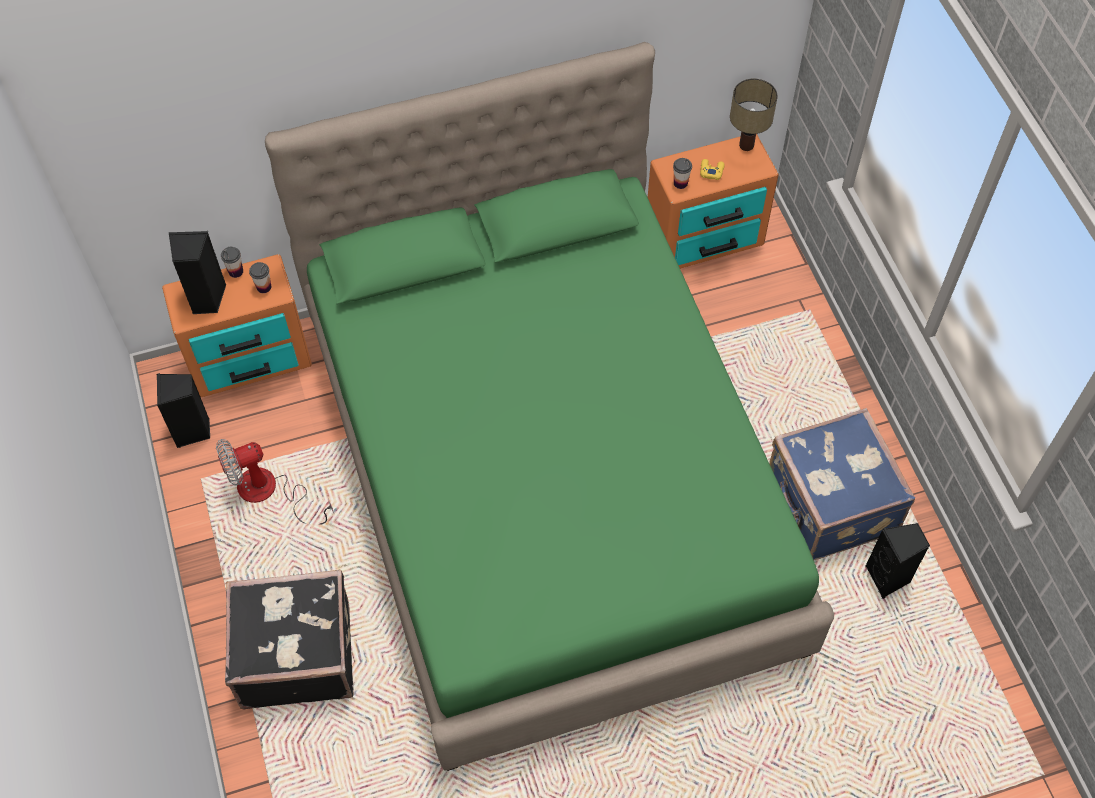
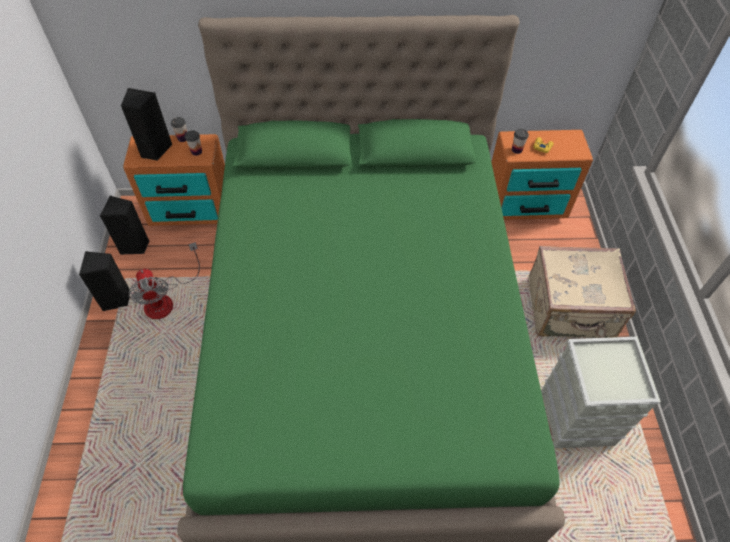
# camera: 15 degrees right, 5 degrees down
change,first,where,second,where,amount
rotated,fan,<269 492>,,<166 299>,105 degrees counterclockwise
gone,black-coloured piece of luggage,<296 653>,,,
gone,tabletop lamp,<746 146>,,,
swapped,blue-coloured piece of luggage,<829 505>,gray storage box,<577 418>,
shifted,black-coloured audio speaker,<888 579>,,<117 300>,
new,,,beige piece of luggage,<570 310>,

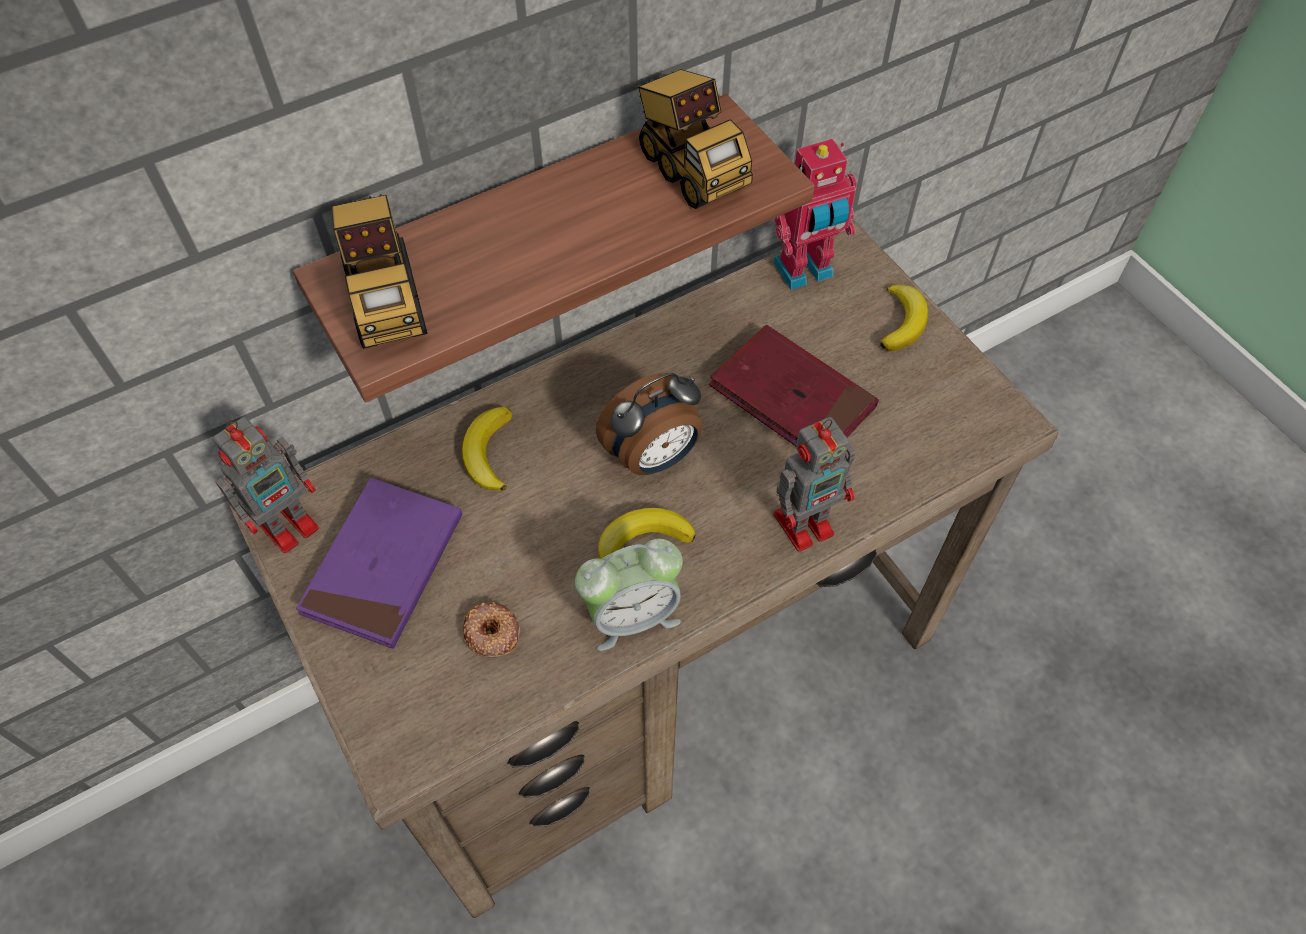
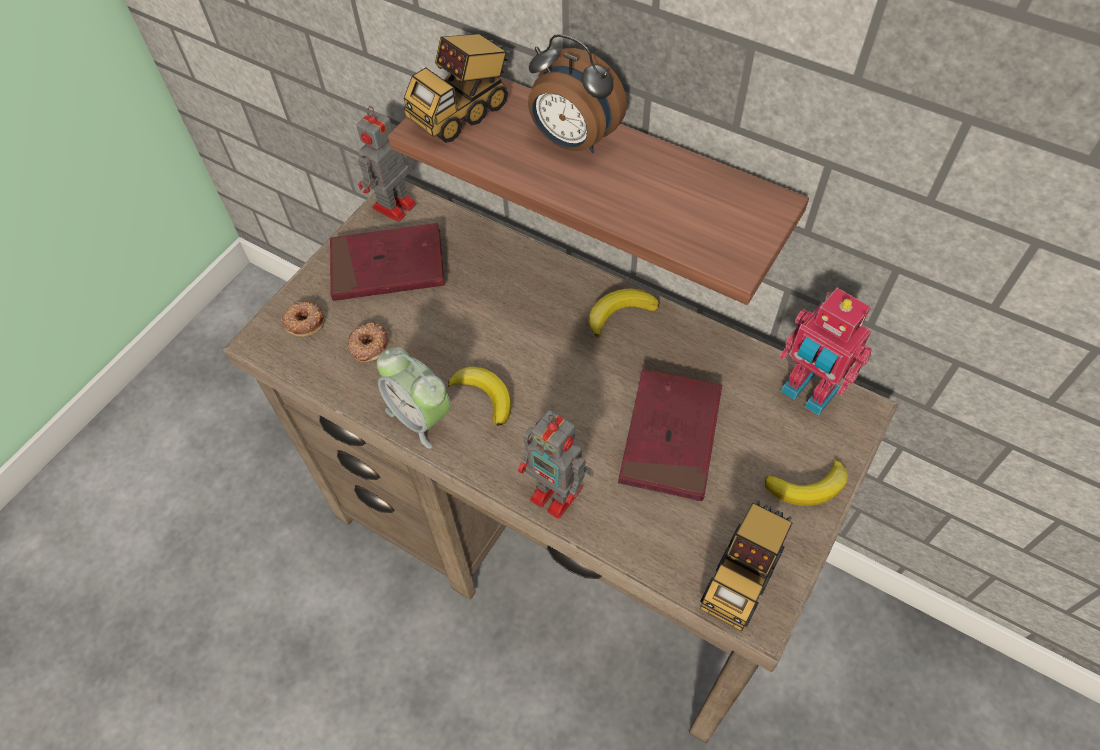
# camera: 65 degrees right, 0 degrees up
change,first,where,second,where,amount
rotated,model robot,<290 523>,,<393 207>,105 degrees clockwise
repainted,purple book,<384 565>,red book,<388 266>,
shifted,banana fruit,<488 453>,,<619 313>,
shifted,bedside clock,<654 458>,,<573 142>,
shifted,toy lorry,<690 169>,,<741 576>,
new,,,doughnut,<304 321>,

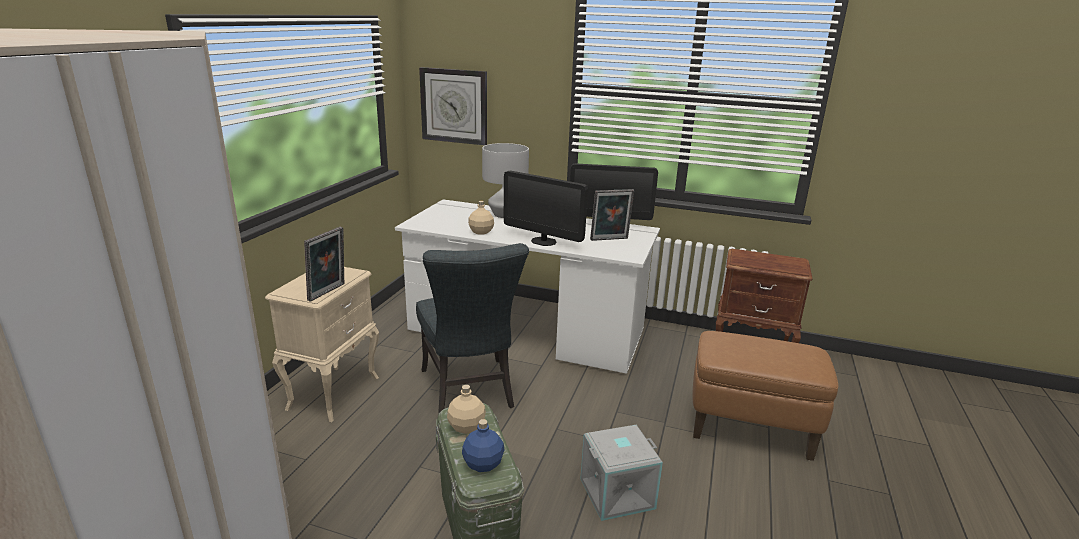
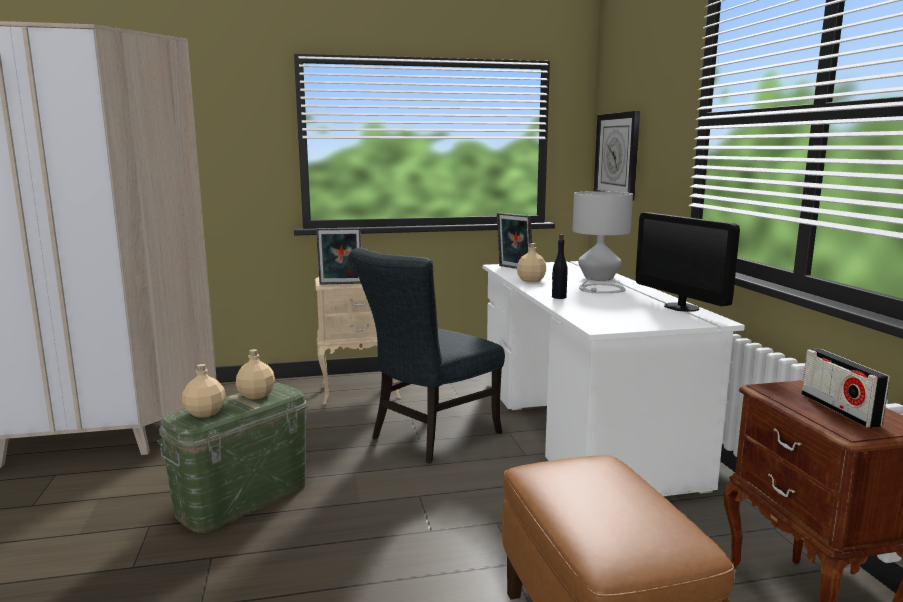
# camera: 60 degrees right, 10 degrees down
change,first,where,second,where,amount
repainted,blue-coloured drink bottle,<483 464>,beige drink bottle,<204 413>,
swapped,computer screen,<543 241>,black-coloured drink bottle,<558 297>,
gone,gray storage box,<617 492>,,,
shifted,standing frame,<609 240>,,<513 268>,
new,,,radio set,<839 409>,

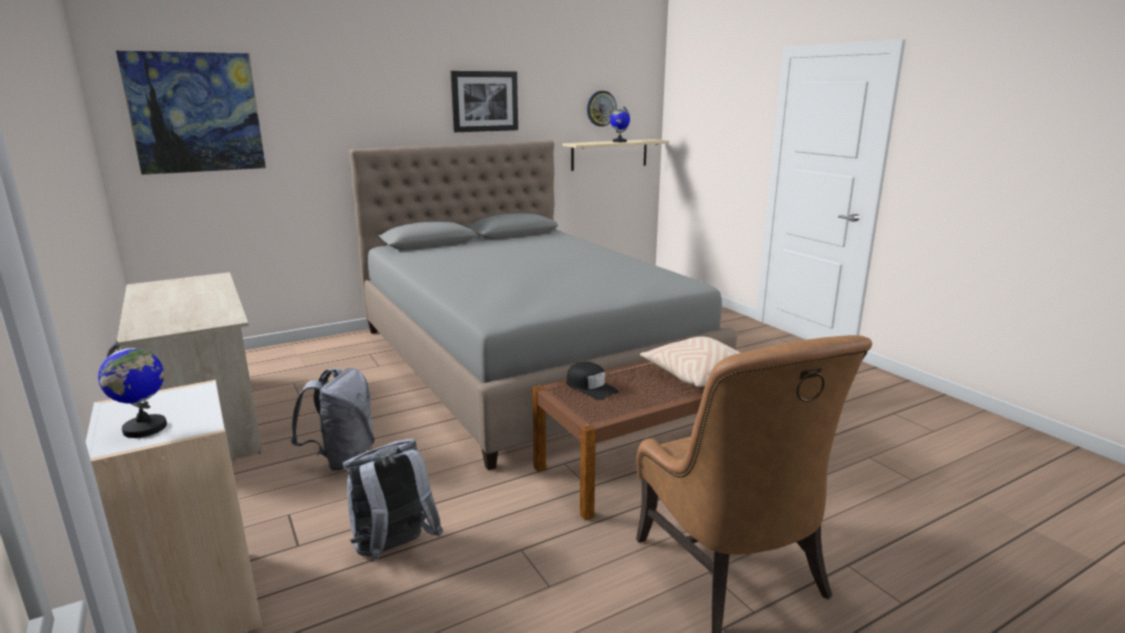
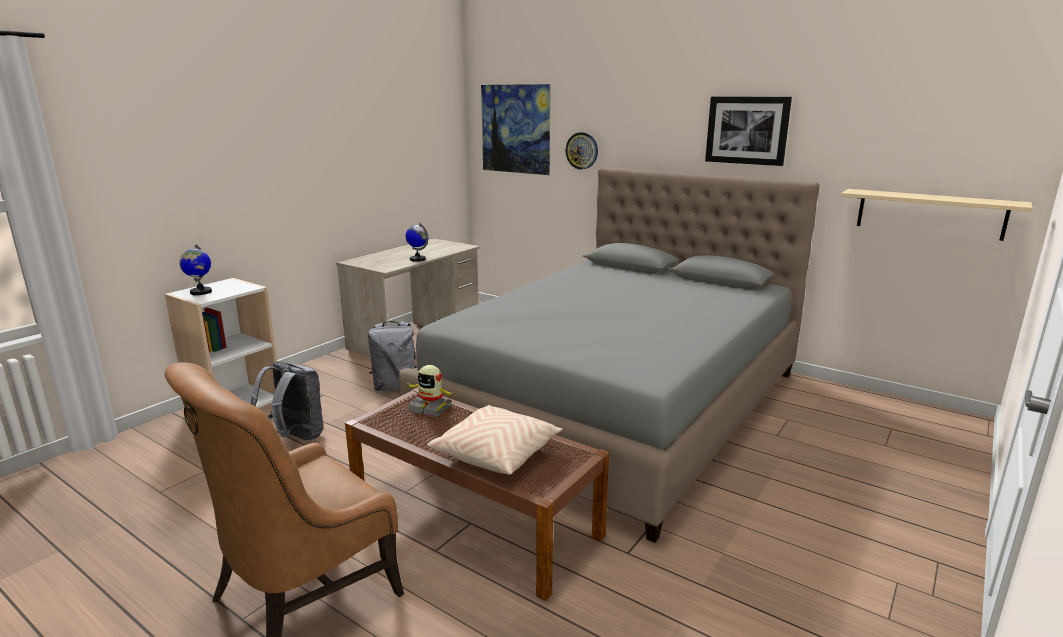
# camera: 65 degrees right, 0 degrees up
change,first,where,second,where,amount
swapped,black-coloured peaked cap,<590 387>,model robot,<430 408>,
shifted,hanging clock,<601 108>,,<582 150>,
shifted,world globe,<619 141>,,<417 259>,

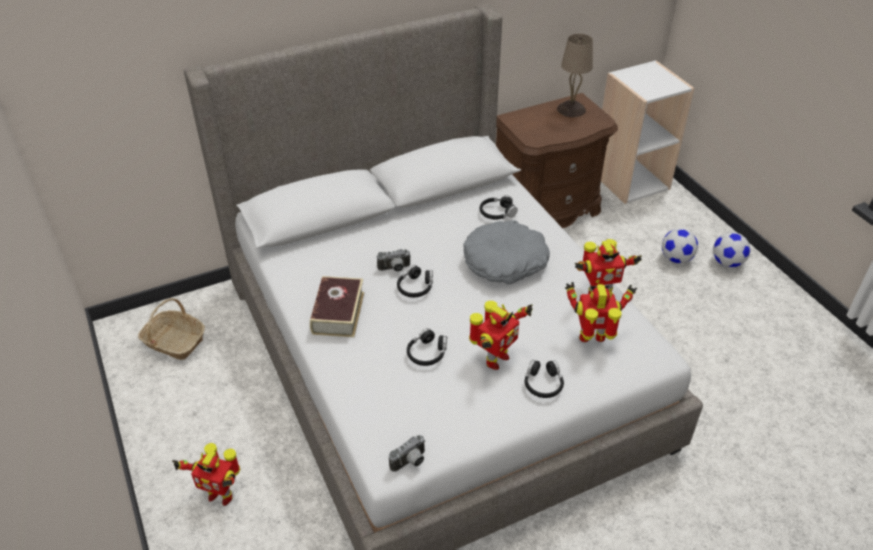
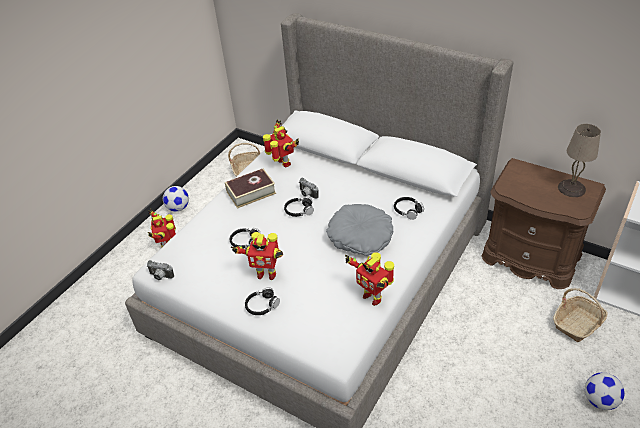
# camera: 60 degrees right, 0 degrees up
change,first,where,second,where,amount
shifted,model robot,<593 339>,,<283 163>,
shifted,football,<676 258>,,<178 208>,
new,,,storage basket,<577 323>,

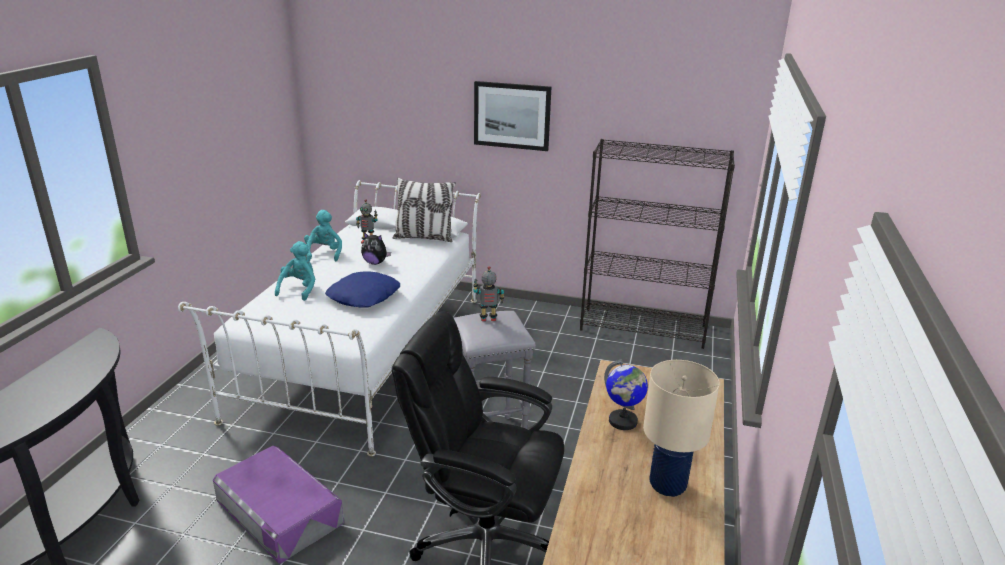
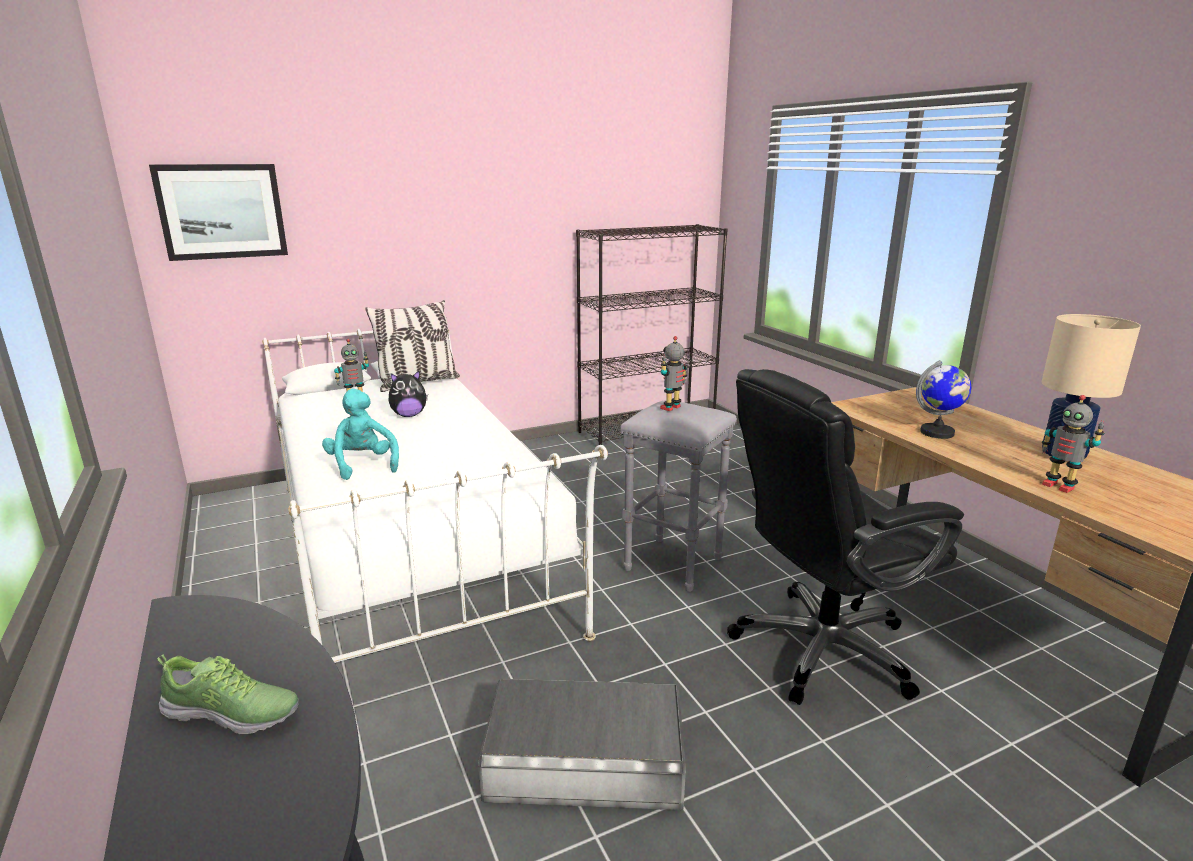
# camera: 40 degrees left, 5 degrees down
change,first,where,second,where,amount
repainted,purple storage box,<278 511>,gray storage box,<585 758>,
gone,turquoise cuddly toy,<324 253>,,,
gone,blue-coloured pillow,<364 296>,,,
shifted,wall art,<512 115>,,<222 211>,
new,,,shoe,<233 713>,
new,,,model robot,<1059 486>,

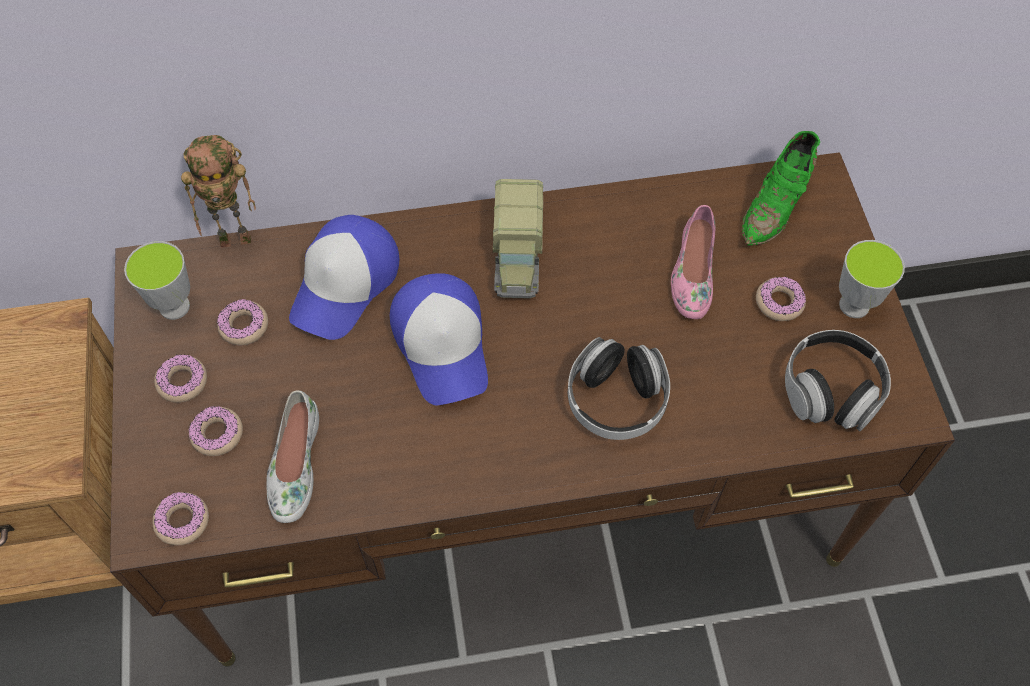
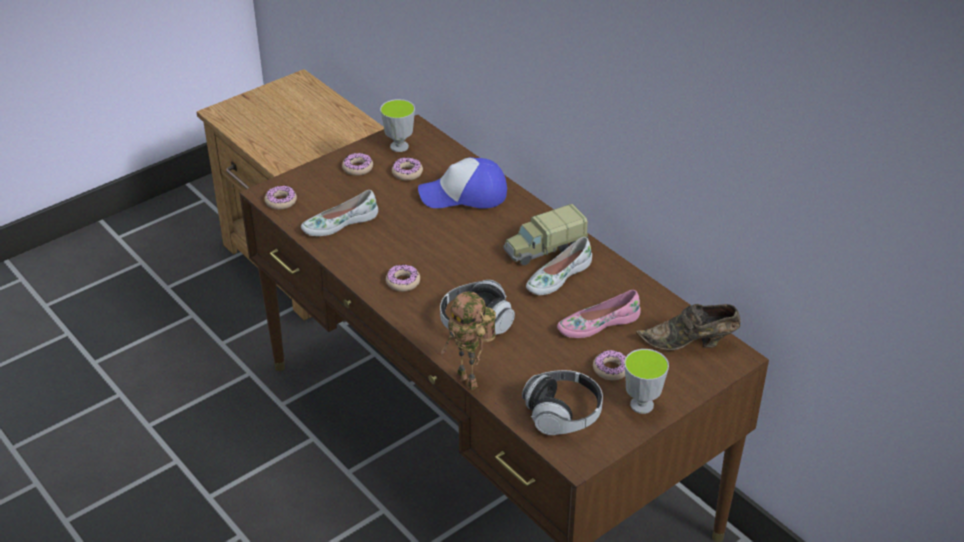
# camera: 60 degrees right, 20 degrees down
change,first,where,second,where,amount
shifted,model robot,<237 237>,,<470 381>,
shifted,doughnut,<217 434>,,<403 282>,
gone,peaked cap,<443 344>,,,
repainted,greenish shoe,<777 205>,brown shoe,<690 343>,
new,,,whitish shoe,<557 276>,

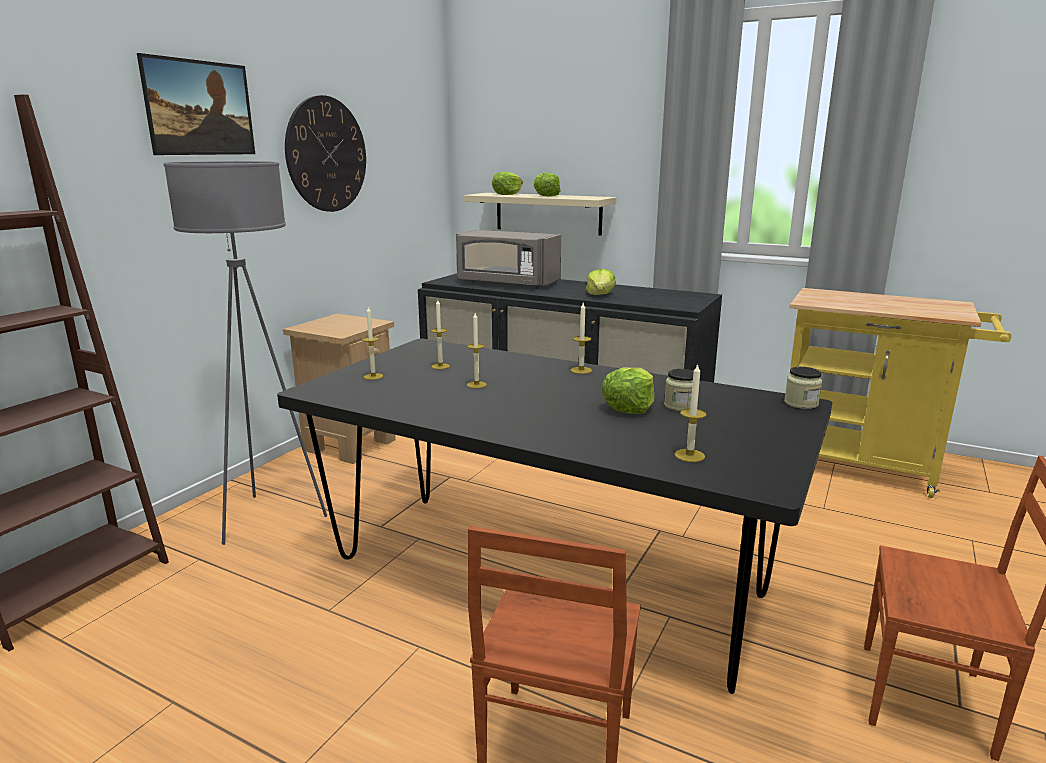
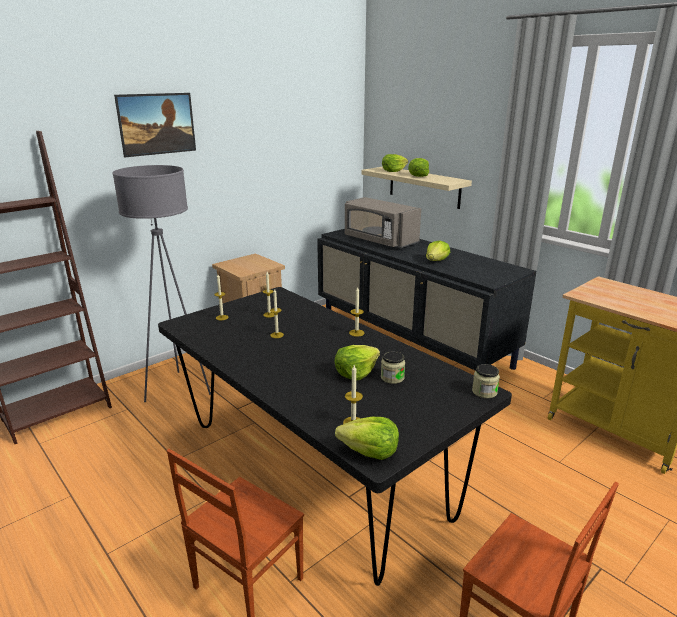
# camera: 20 degrees right, 5 degrees up
change,first,where,second,where,amount
gone,hanging clock,<326 154>,,,
new,,,head of lettuce,<369 452>,

